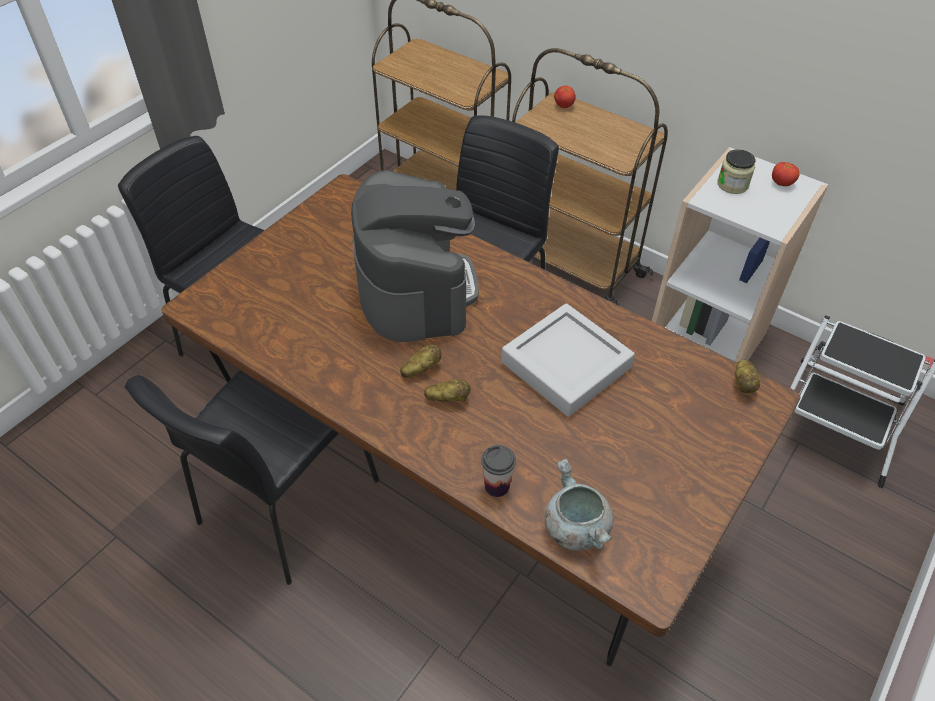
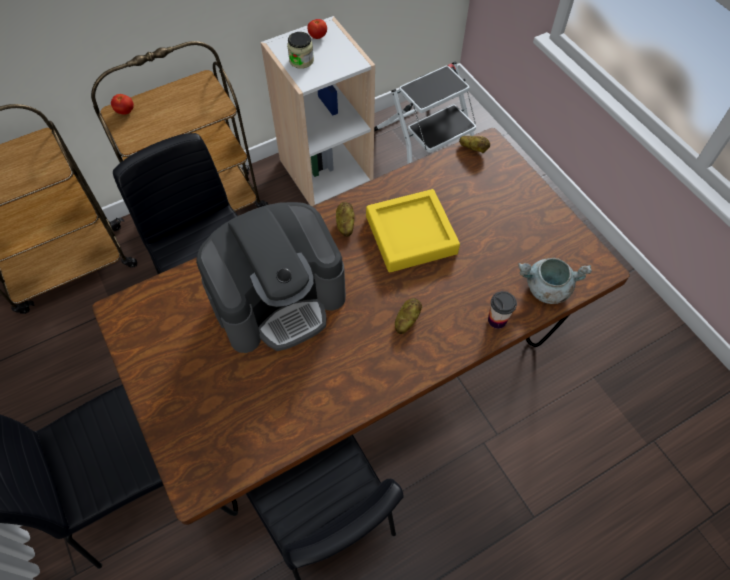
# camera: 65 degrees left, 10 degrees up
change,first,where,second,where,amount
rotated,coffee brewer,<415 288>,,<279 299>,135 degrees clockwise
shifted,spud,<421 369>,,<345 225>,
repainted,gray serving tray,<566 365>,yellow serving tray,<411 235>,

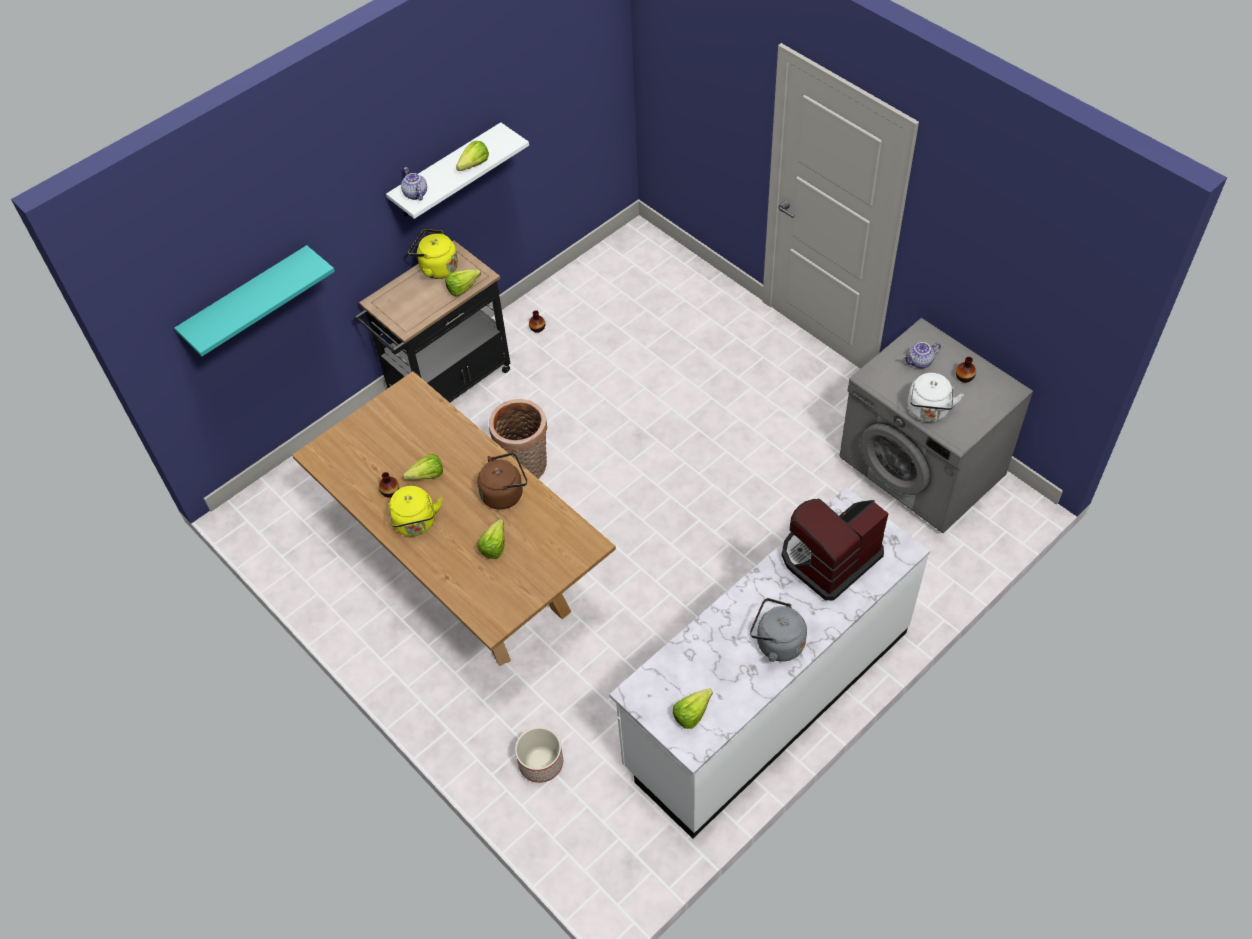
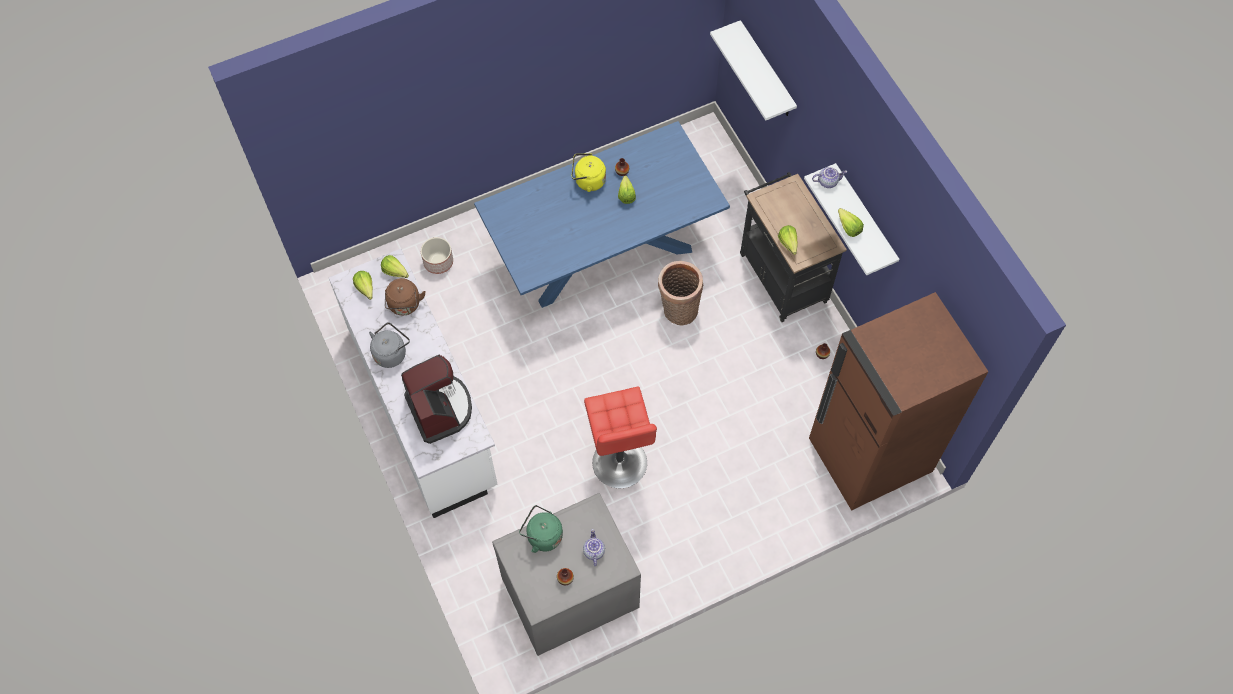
# camera: 105 degrees right, 10 degrees up
change,first,where,second,where,amount
repainted,turquoise bracket shelf,<247 300>,whitish bracket shelf,<766 71>,
repainted,brown dining table,<467 568>,blue-coloured dining table,<603 253>,
gone,yellow tea kettle,<436 268>,,,
shifted,brown tea kettle,<505 493>,,<404 305>,
shifted,head of lettuce,<496 544>,,<396 273>,
repainted,whitish tea kettle,<928 411>,greenish tea kettle,<542 535>,
new,,,red stool,<619 463>,
new,,,brown refrigerator,<871 455>,

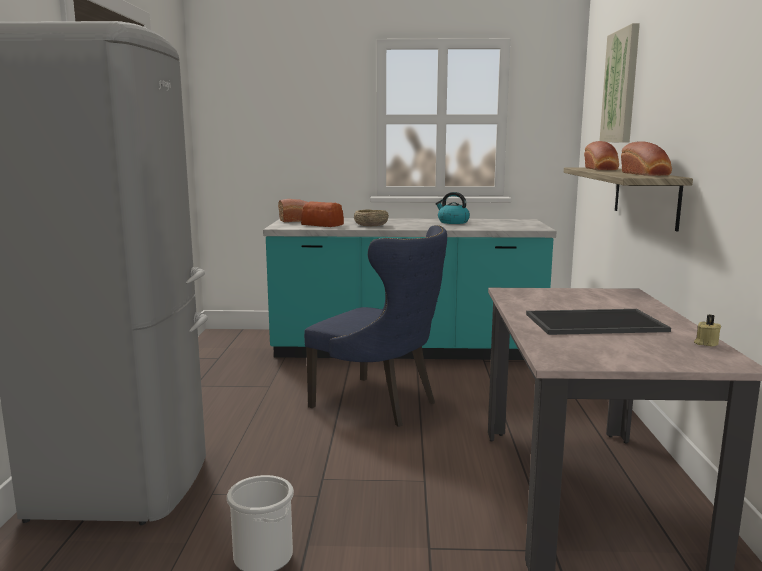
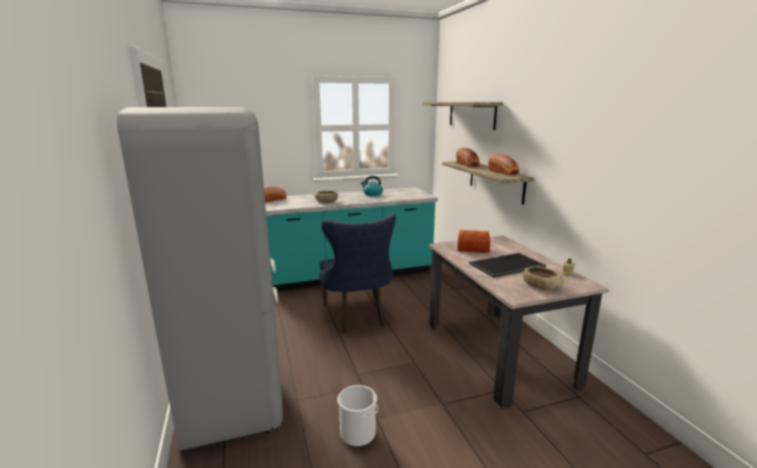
# camera: 20 degrees left, 5 degrees up
change,first,where,second,where,amount
shifted,baked bread,<322 224>,,<472 248>,
rotated,blue-coloured plain chair,<380 403>,,<357 315>,60 degrees clockwise
swapped,wall art,<621 87>,bracket shelf,<471 114>,
new,,,beige deep dish,<541 285>,

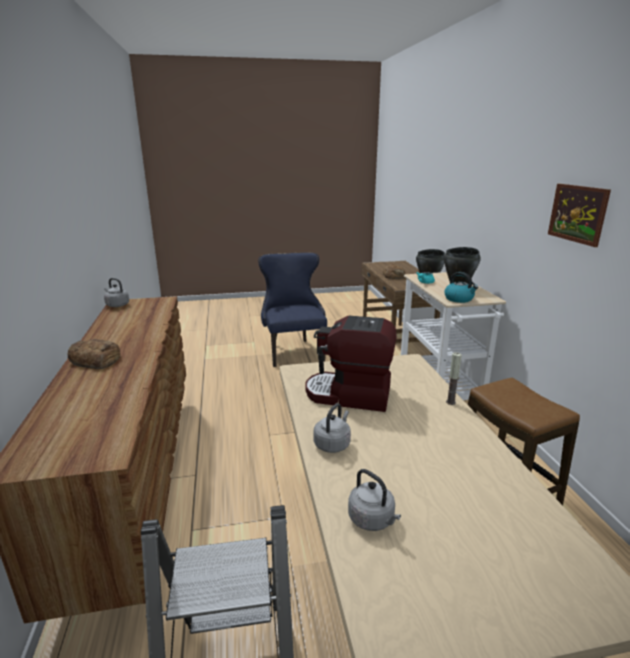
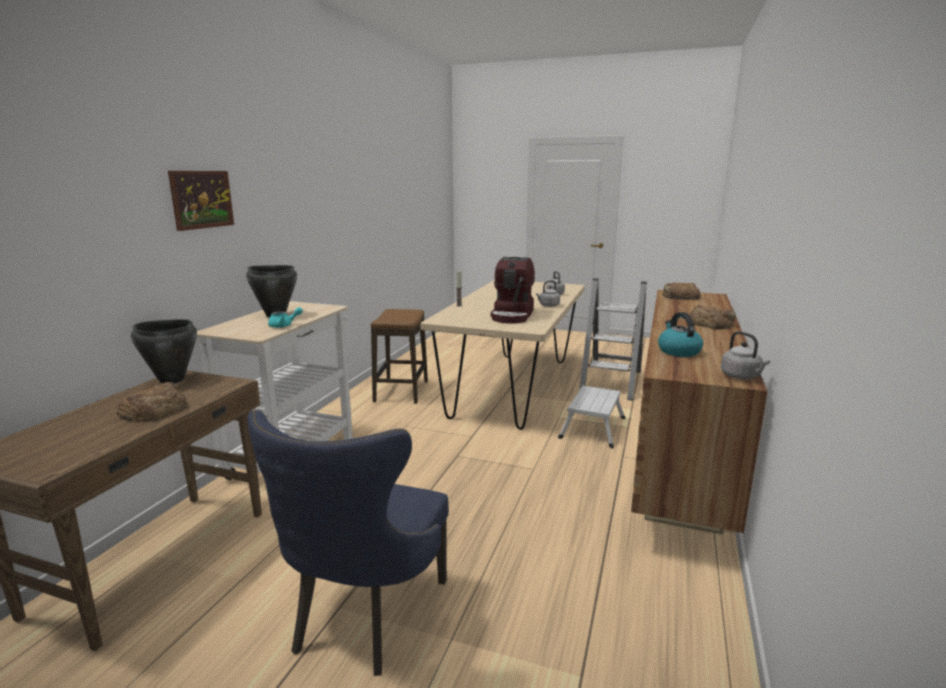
# camera: 150 degrees left, 5 degrees down
change,first,where,second,where,amount
rotated,coffee brewer,<349 395>,,<513 315>,60 degrees clockwise
shifted,tea kettle,<459 299>,,<678 351>,
shifted,wall art,<577 213>,,<202 199>,
new,,,whitish step ladder,<593 427>,
new,,,baked bread,<680 296>,

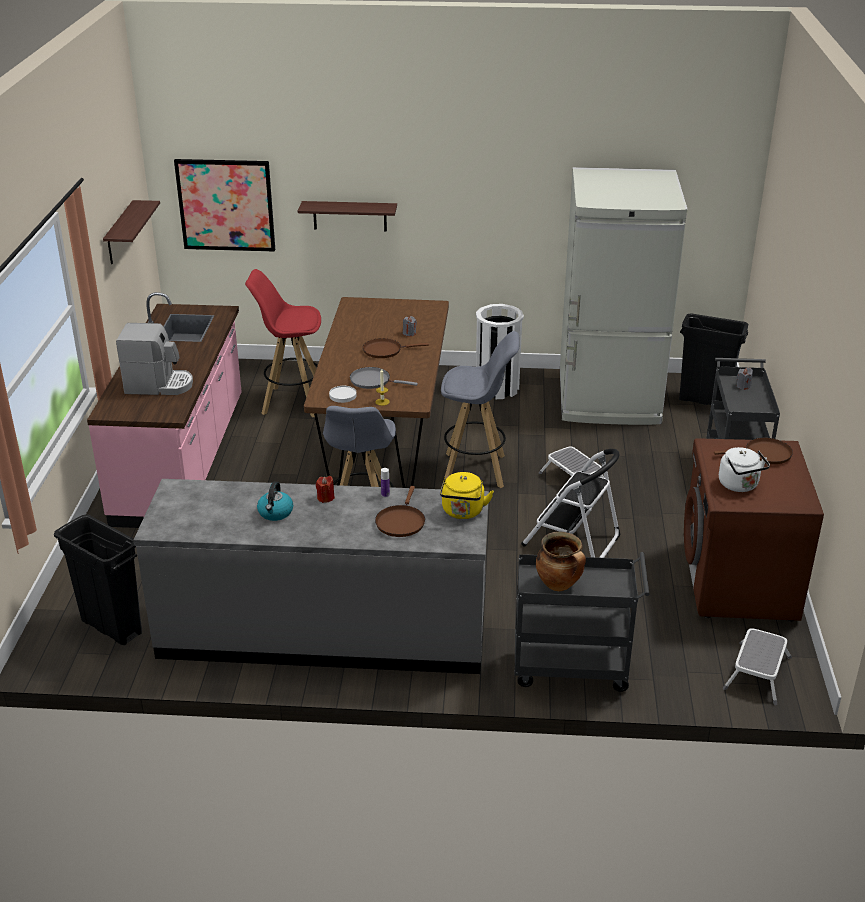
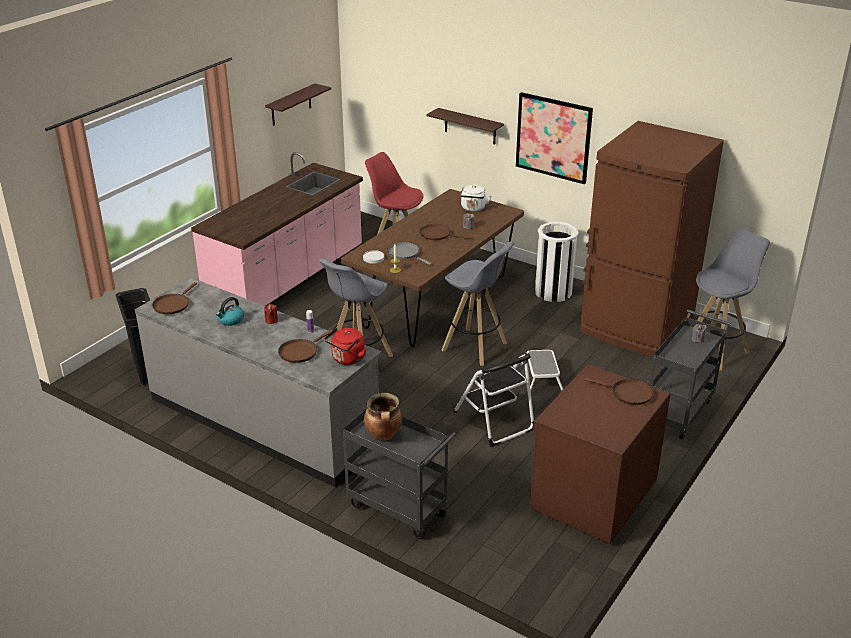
# camera: 30 degrees right, 0 degrees up
change,first,where,second,where,amount
gone,coffee brewer,<159 385>,,,
shifted,wall art,<226 205>,,<553 137>,
repainted,yellow tea kettle,<463 512>,red tea kettle,<347 359>,
repainted,whitish refrigerator,<609 397>,brown refrigerator,<636 324>,
swapped,black-coloured trash can,<704 400>,gray stool,<716 350>,
shifted,whitish tea kettle,<740 485>,,<473 208>,
gone,gray step ladder,<757 673>,,,
new,,,brown skillet,<172 305>,

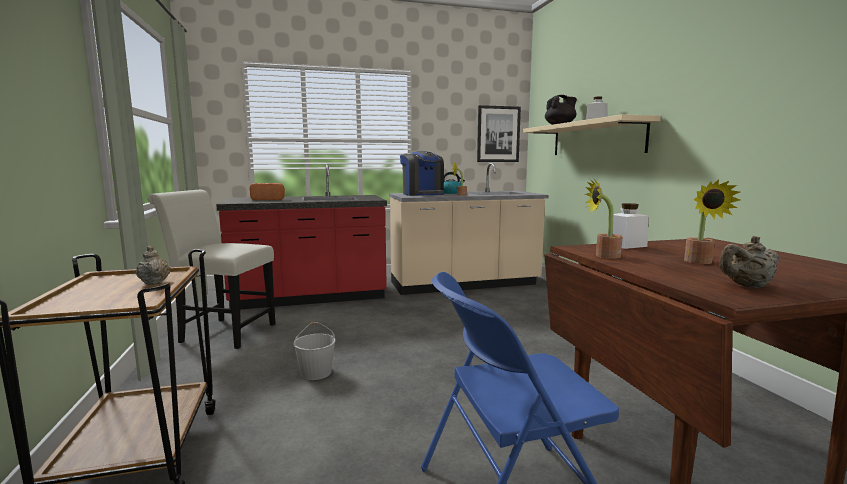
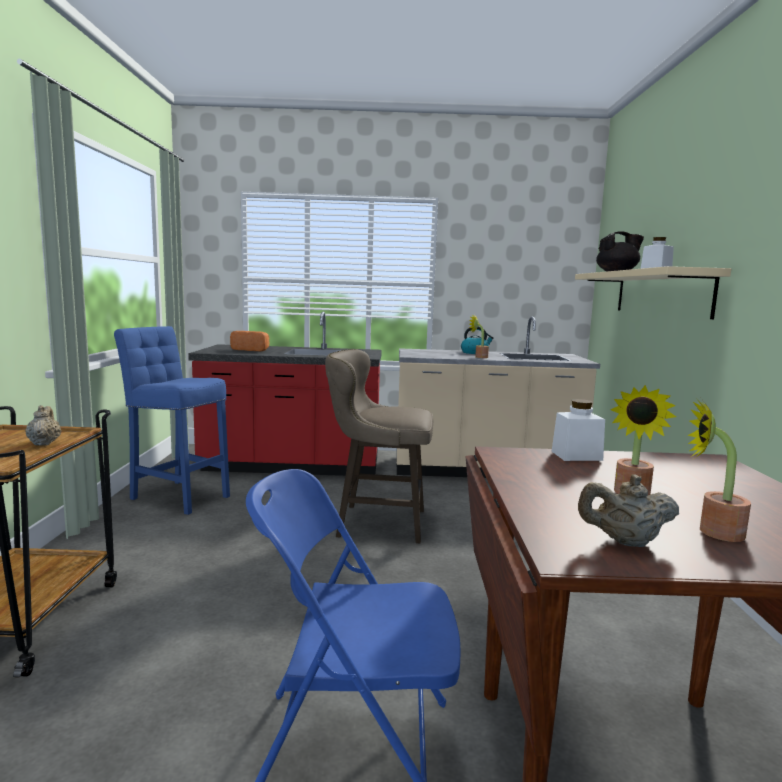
# camera: 15 degrees right, 0 degrees up
change,first,where,second,where,amount
swapped,whitish plain chair,<223 332>,blue-coloured stool,<177 496>,
gone,whitish pail,<316 372>,,,
gone,coffee brewer,<423 194>,,,
gone,wall art,<498 134>,,,
shifted,potted plant,<602 256>,,<712 531>,
new,,,beige stool,<376 522>,

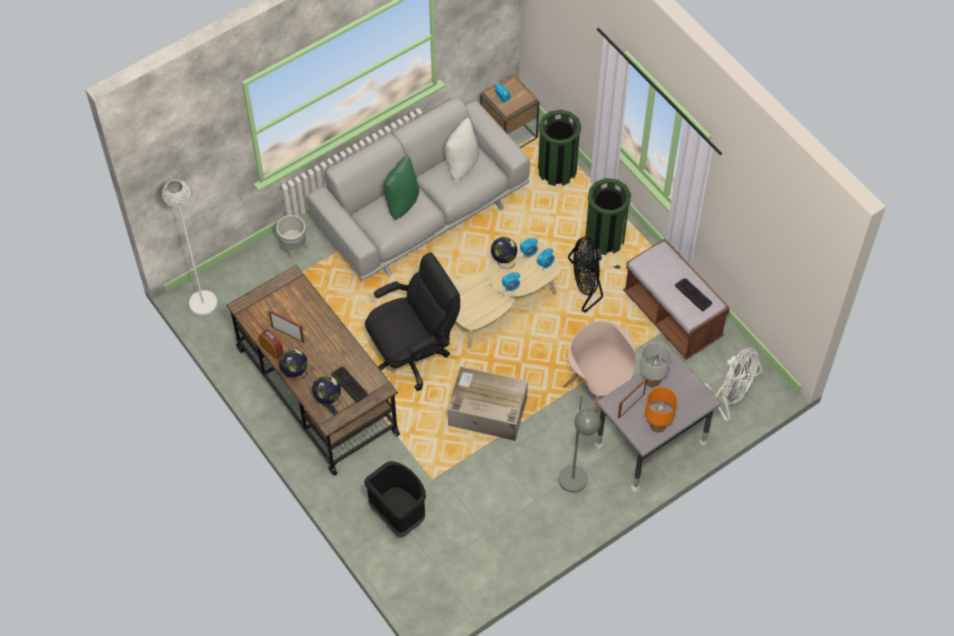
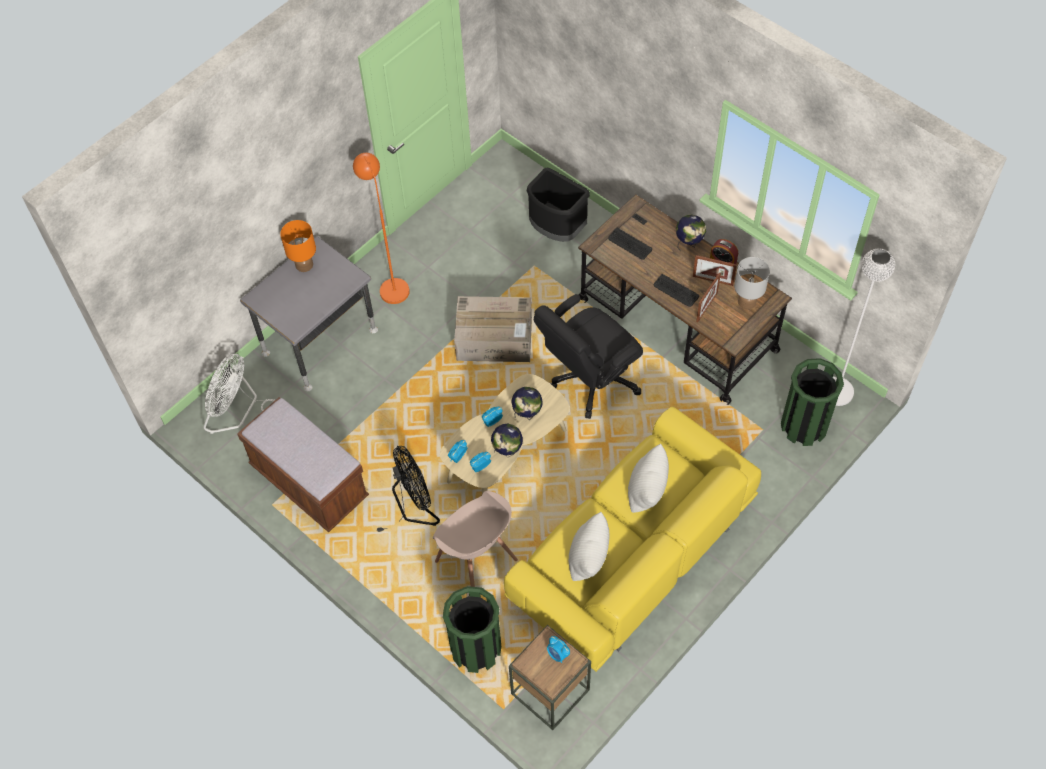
# camera: 170 degrees right, 0 degrees up
change,first,where,second,where,amount
gone,gray plant pot,<294 251>,,,
repainted,gray settee,<421 211>,yellow settee,<631 556>,
shifted,world globe,<328 400>,,<527 414>,
repainted,greenish pillow,<401 202>,whitish pillow,<648 495>,
repainted,gray standard lamp,<575 487>,orangey standard lamp,<391 285>,
shifted,beige plain chair,<597 391>,,<476 562>,
shifted,greenish trash can,<604 239>,,<804 425>,
shifted,standing frame,<631 406>,,<707 307>,
shifted,gray tabletop lamp,<652 380>,,<747 301>,
shifted,computer keyboard,<693 294>,,<675 291>,

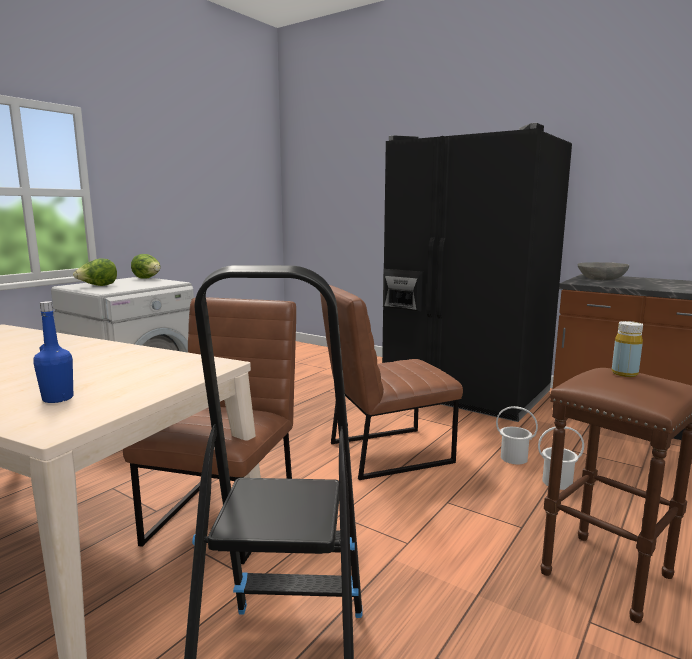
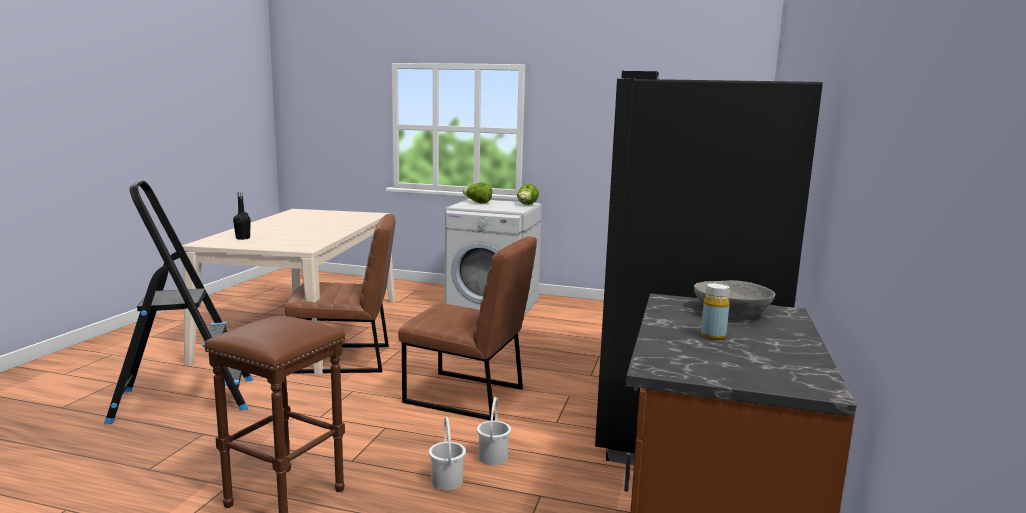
# camera: 70 degrees right, 0 degrees up
change,first,where,second,where,amount
repainted,blue-coloured drink bottle,<58 398>,black-coloured drink bottle,<243 238>,
rotated,brown plain chair,<386 452>,,<467 396>,150 degrees clockwise
shifted,yellow drink bottle,<624 373>,,<713 336>,

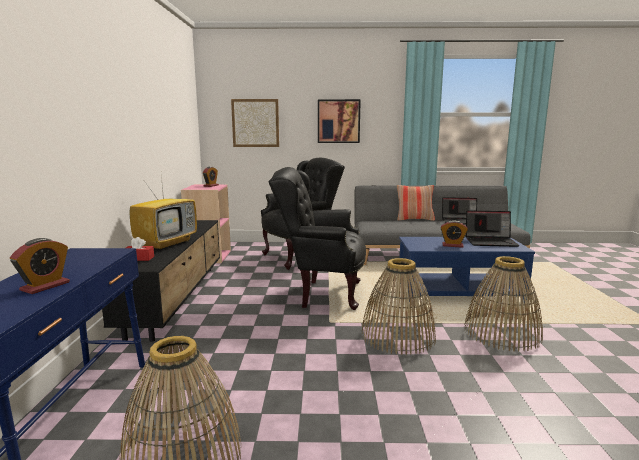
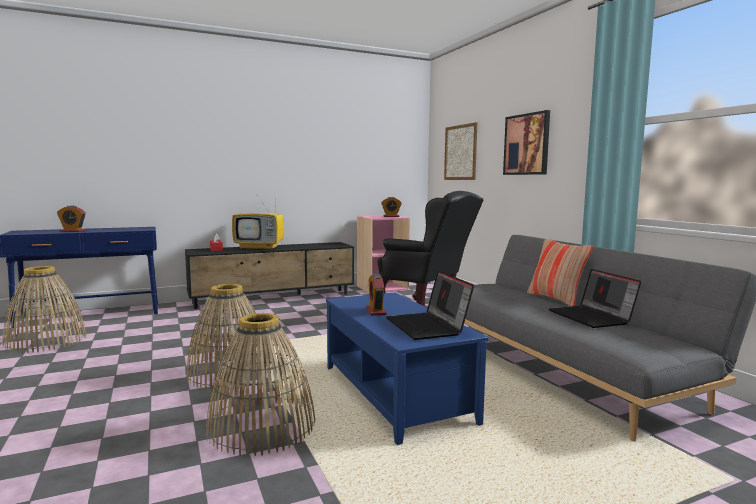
# camera: 65 degrees right, 5 degrees down
change,first,where,second,where,amount
gone,black-coloured armchair,<321 294>,,,

